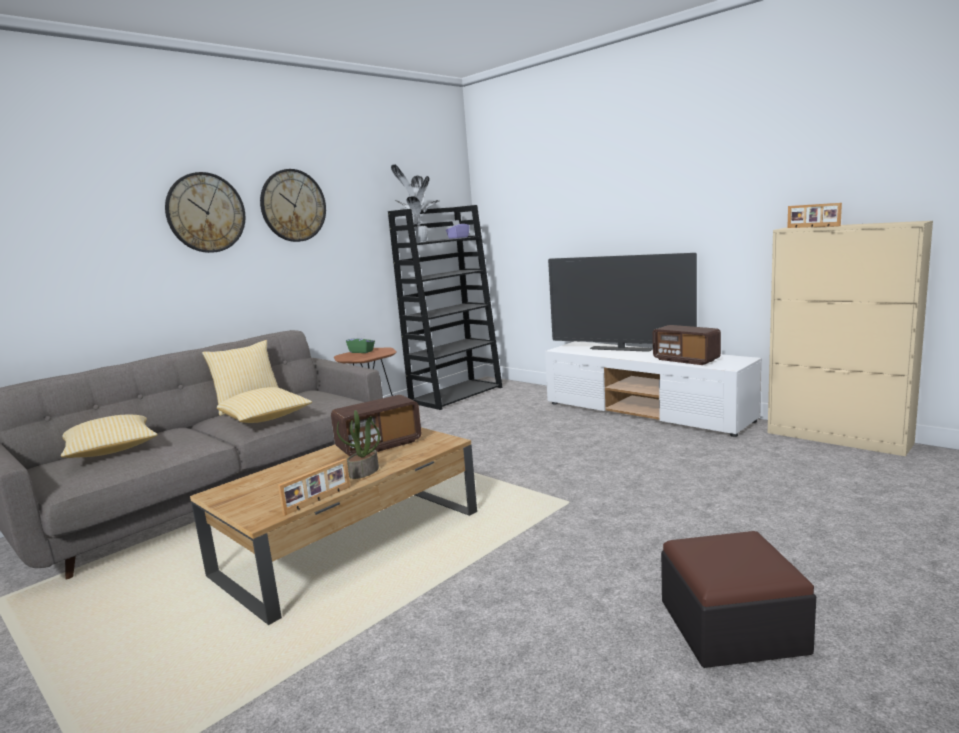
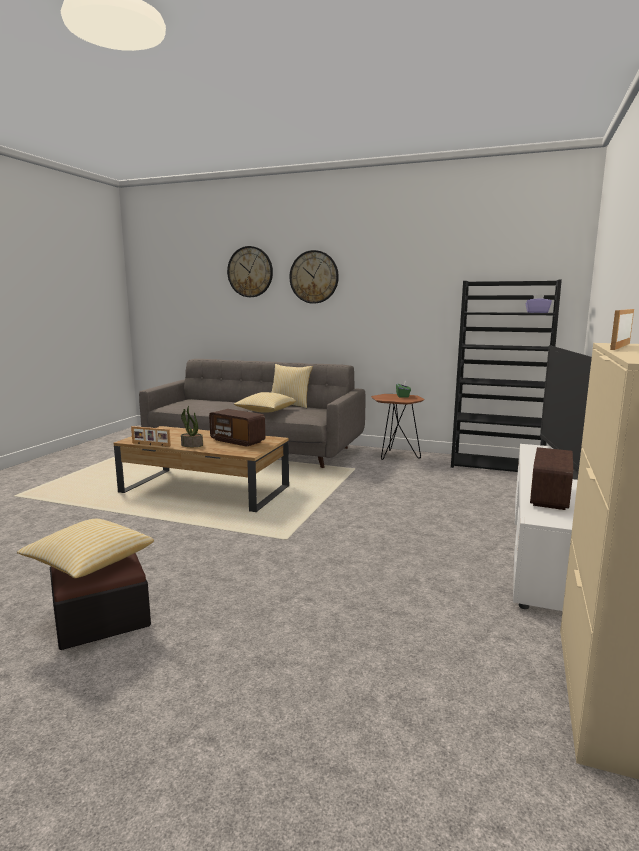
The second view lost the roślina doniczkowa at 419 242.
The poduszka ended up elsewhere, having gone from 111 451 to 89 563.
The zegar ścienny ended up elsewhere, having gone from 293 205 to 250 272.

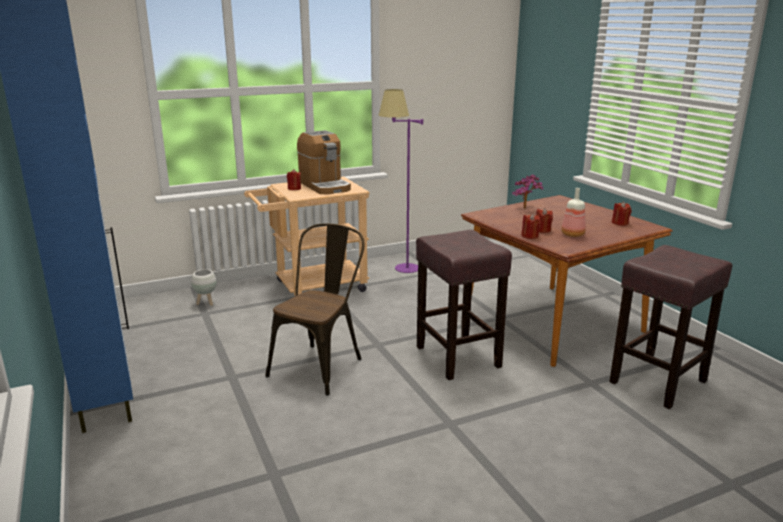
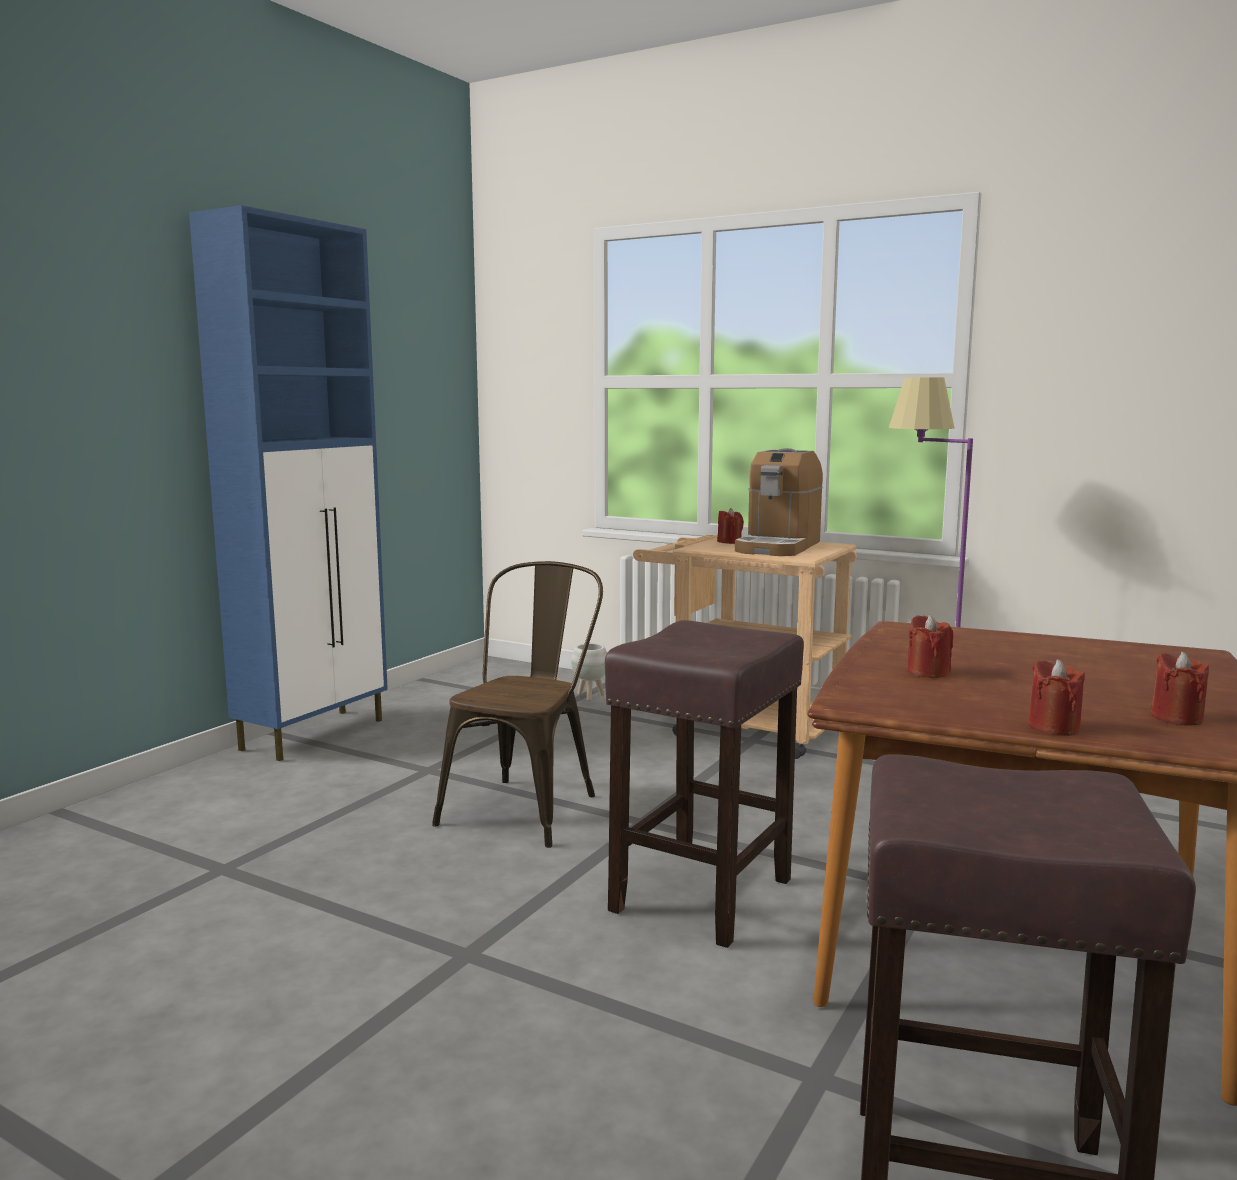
The second view lost the roślina doniczkowa at 526 209.
The second view lost the butelka at 573 235.
The świeca/czerwony ended up elsewhere, having gone from 530 236 to 1053 728.
The krzesło/brązowy at 321 364 ended up facing another way, 60 degrees counterclockwise from before.

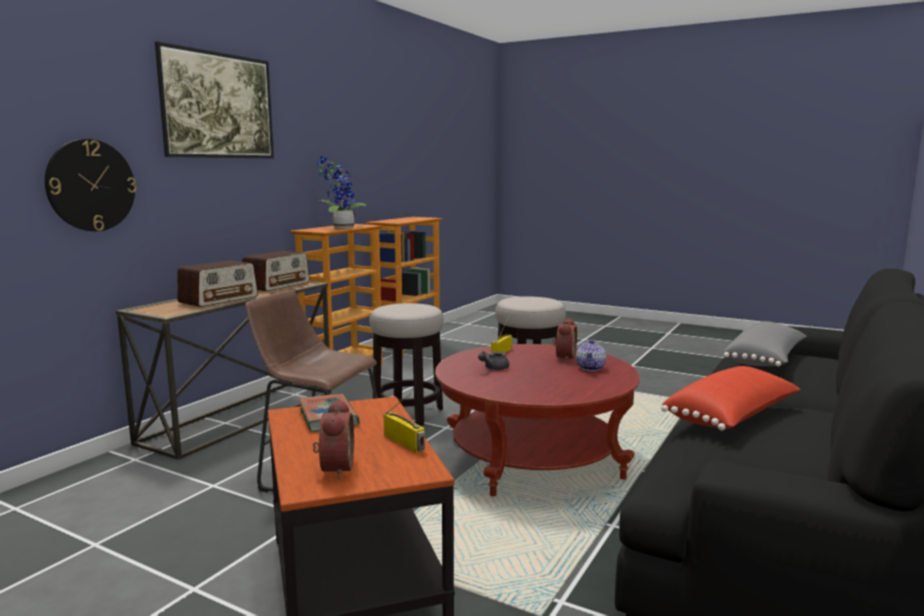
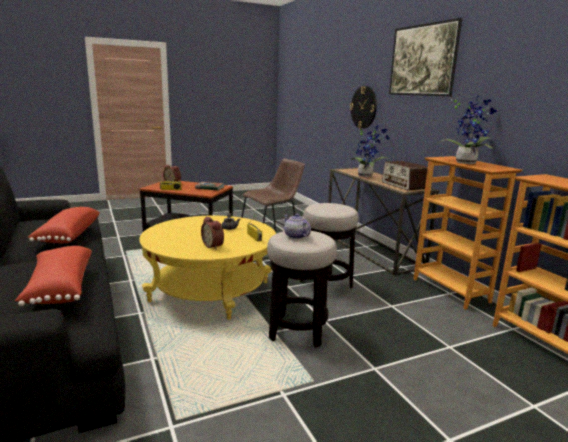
The imbryk ended up elsewhere, having gone from 590 368 to 296 236.
Where the radio stood at 219 299, the roślina doniczkowa came to stand at 366 175.
What was the ława/czerwony at 533 458 turned into the ława/żółty at 210 291.
What was the poduszka/szary at 766 360 turned into the poduszka/czerwony at 59 288.

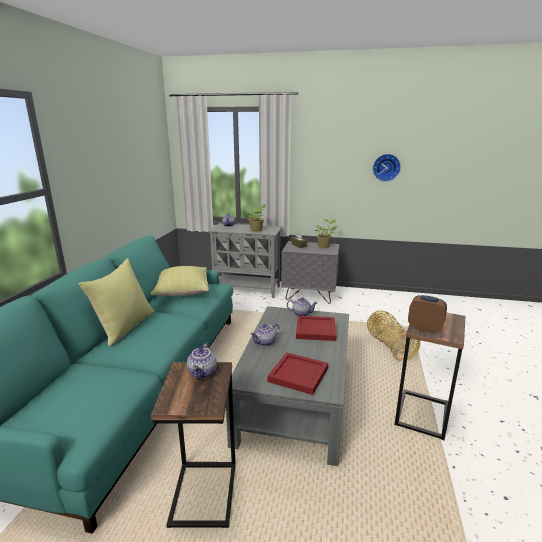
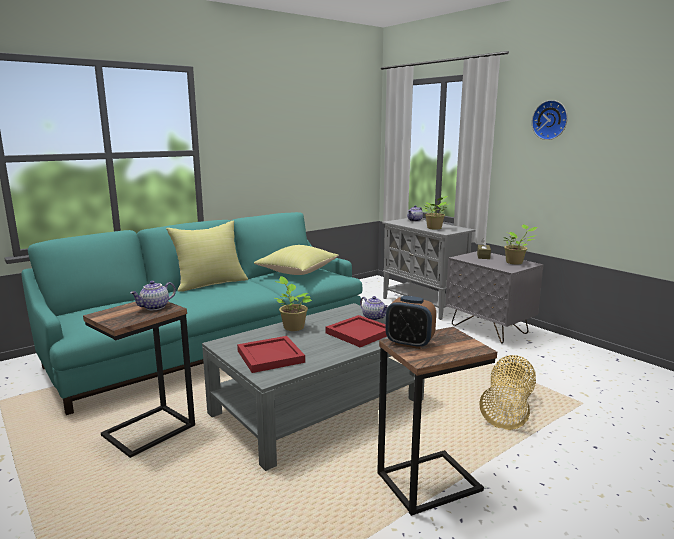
The zegar ścienny ended up elsewhere, having gone from 386 167 to 550 120.
Where the imbryk stood at 265 342, the roślina doniczkowa came to stand at 292 327.
The budzik at 425 328 ended up facing another way, 135 degrees clockwise from before.

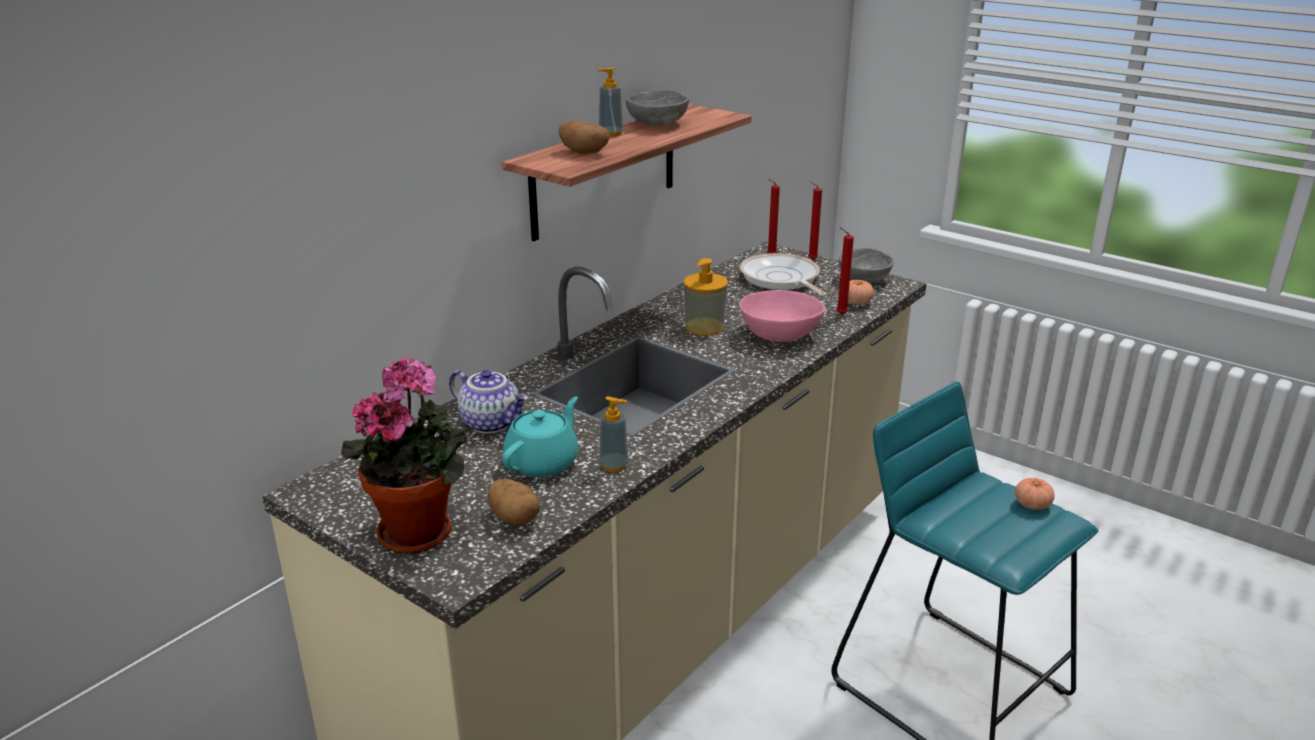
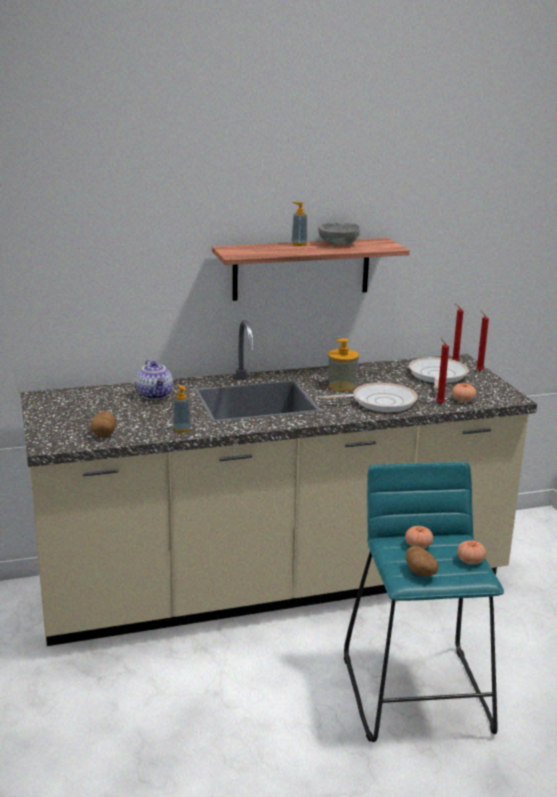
The second view lost the roślina doniczkowa at 420 530.
The second view lost the imbryk/turkusowy at 543 462.
The second view lost the miska/szary at 864 279.
The second view gained the pomidor at 418 546.
The ziemniak ended up elsewhere, having gone from 585 152 to 421 573.
Where the miska/różowy stood at 779 334, the patelnia came to stand at 380 402.

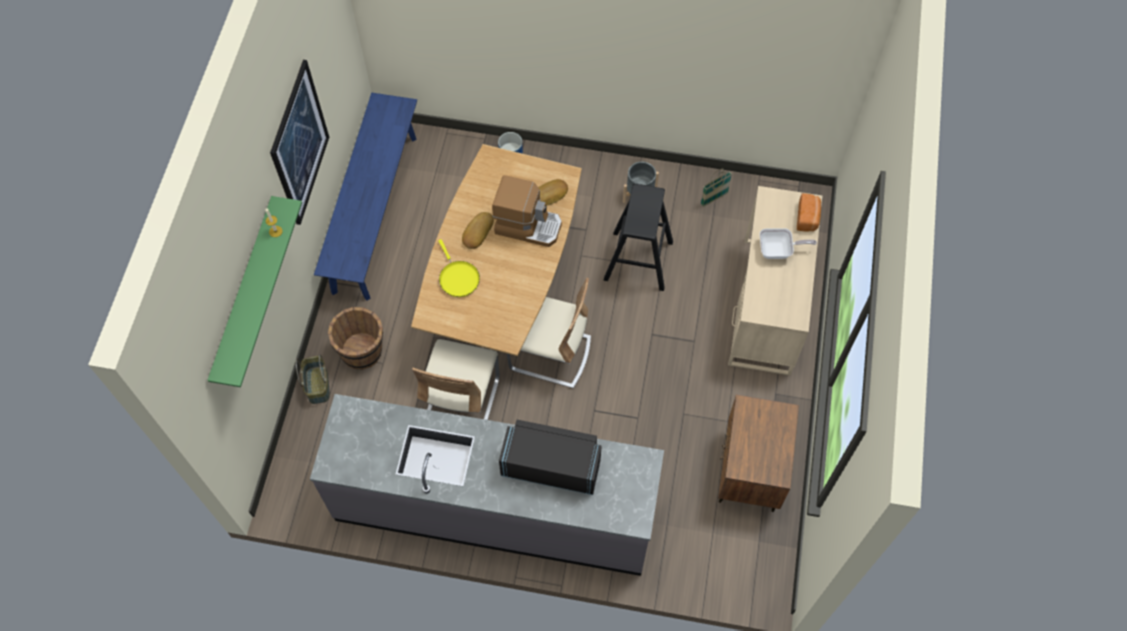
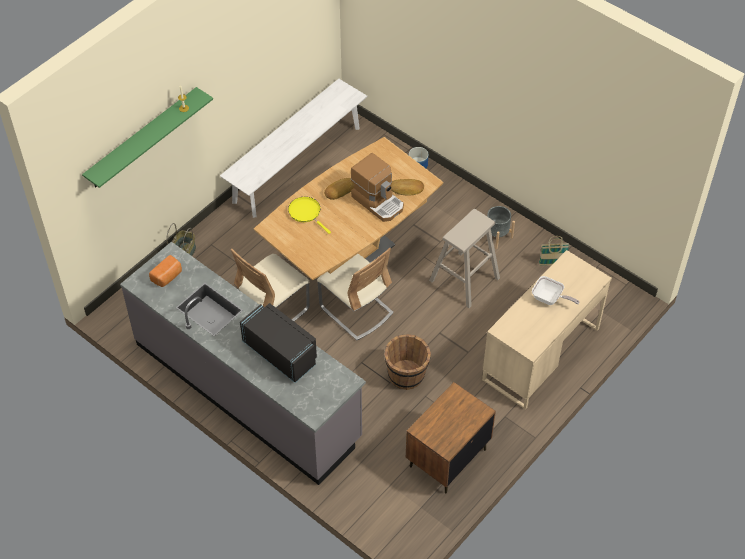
The second view lost the obraz at 299 144.
The wiadro/brązowy ended up elsewhere, having gone from 362 351 to 406 375.
The chleb ended up elsewhere, having gone from 808 218 to 167 277.
What was the ławka/niebieski at 375 213 turned into the ławka/biały at 297 164.
What was the stołek/czarny at 638 261 turned into the stołek/beżowy at 464 279.
The patelnia/żółty at 458 278 ended up facing another way, 135 degrees clockwise from before.

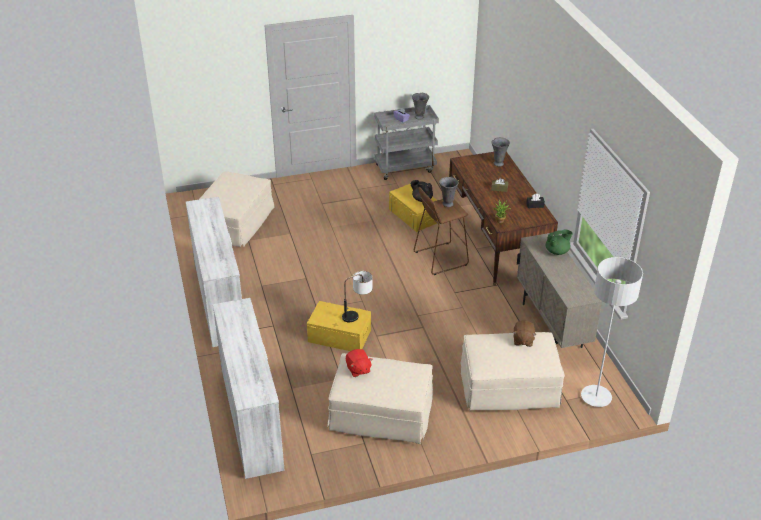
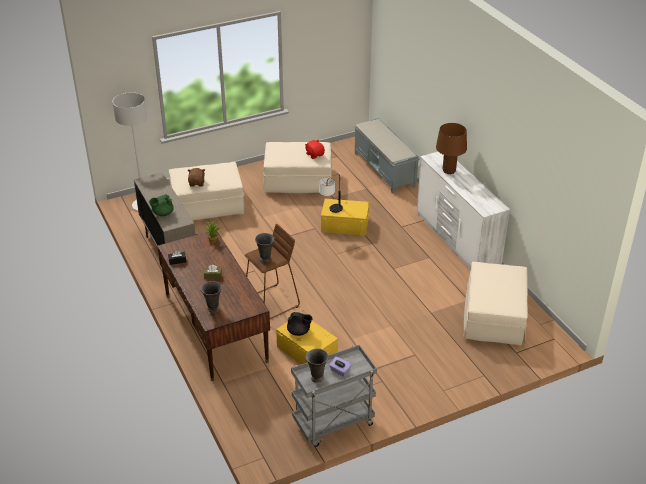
The second view gained the lampa stołowa/brązowy at 449 171.
Where the komoda/biały stood at 252 418, the ławka/szary came to stand at 385 170.

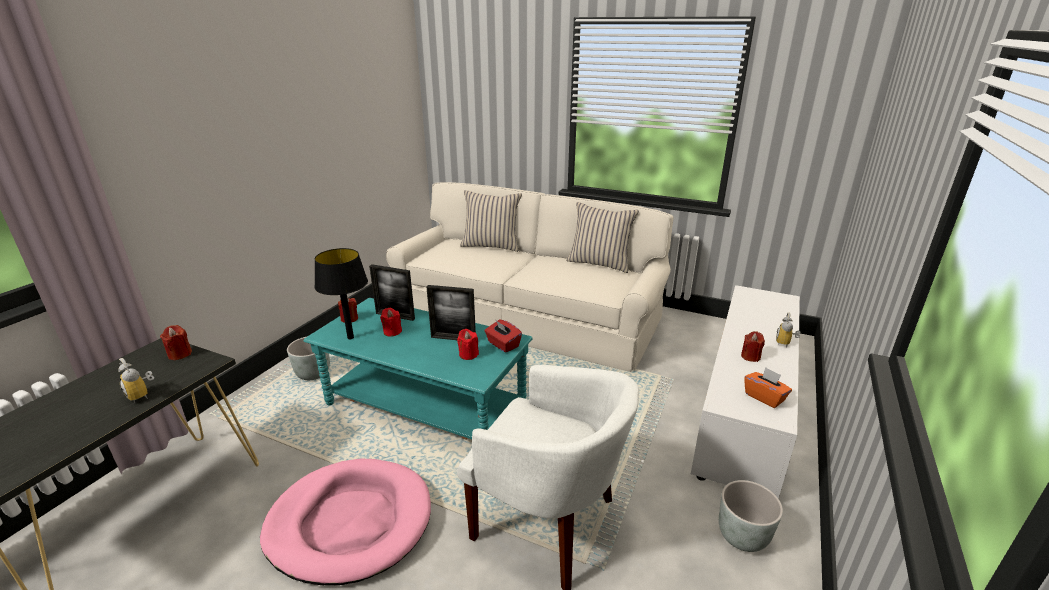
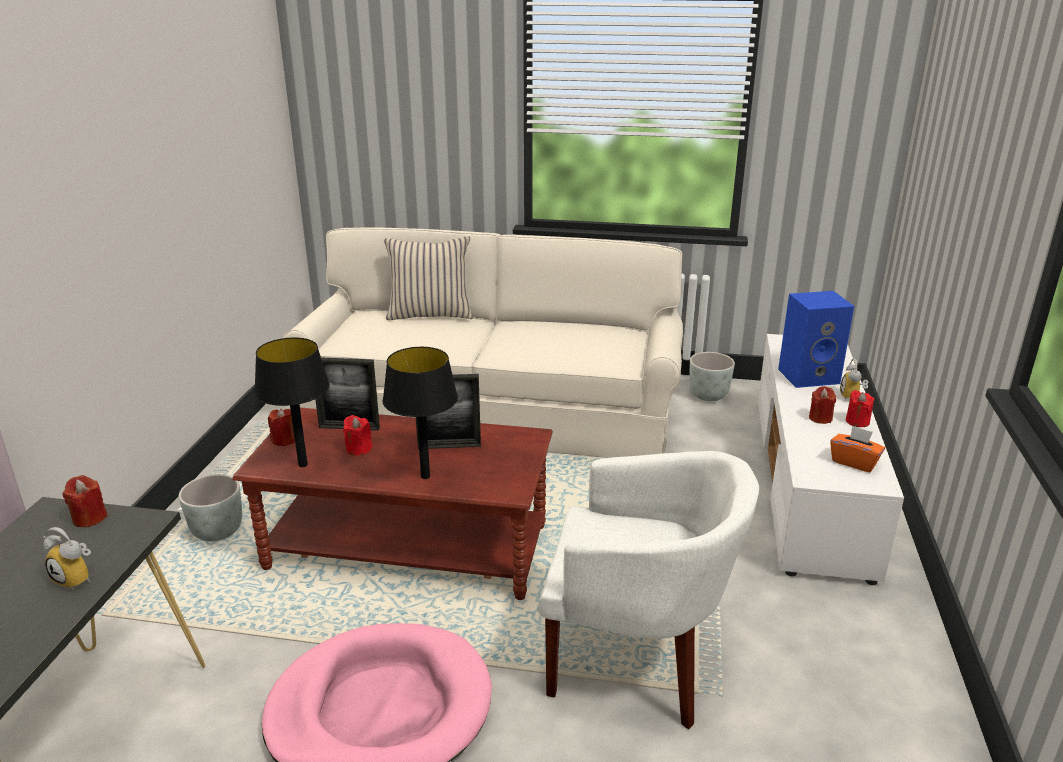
The second view lost the pudełko chusteczek/czerwony at 503 344.
The second view lost the poduszka/beżowy at 599 263.
The second view gained the lampa stołowa/czarny at 425 476.
The second view gained the głośnik/niebieski at 809 376.
The świeca/czerwony ended up elsewhere, having gone from 468 354 to 857 421.
The donica/szary ended up elsewhere, having gone from 742 536 to 708 395.
What was the ława/turkusowy at 426 405 turned into the ława/brązowy at 408 547.

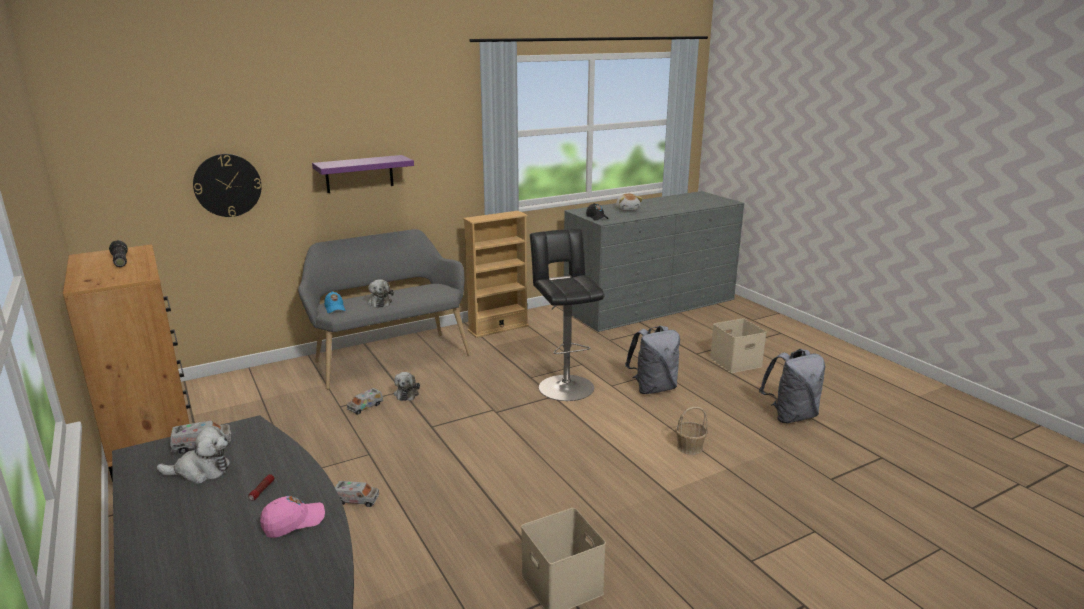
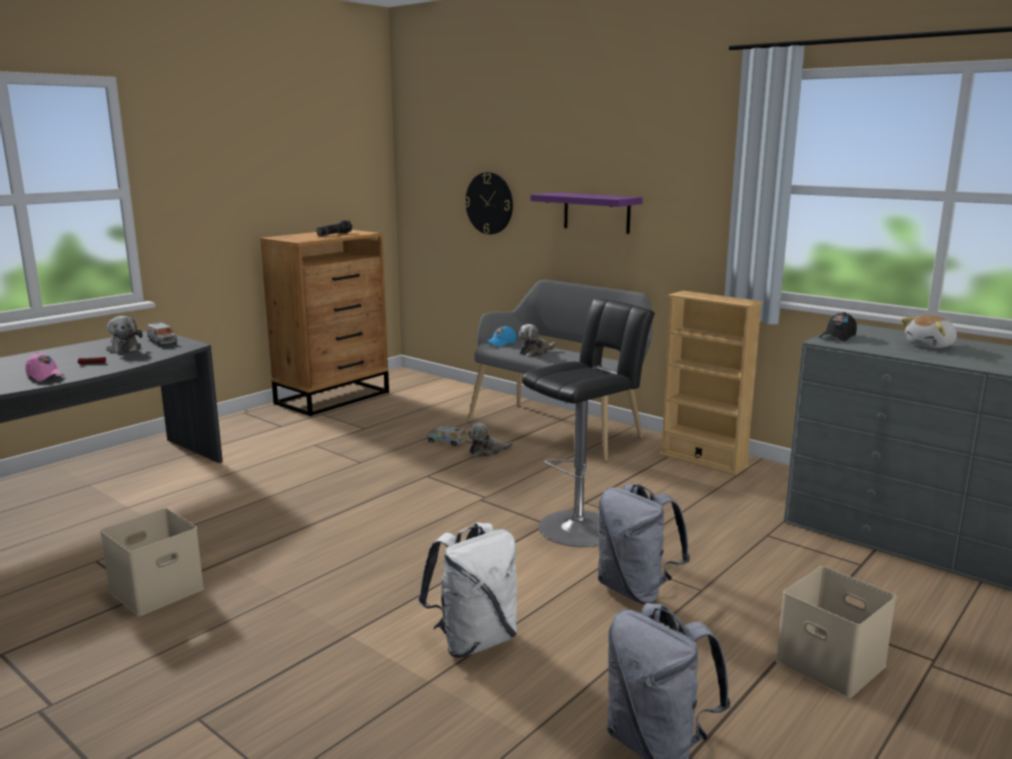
The second view lost the ciężarówka zabawkowa at 356 500.
Where the koszyk stood at 689 447, the plecak/biały came to stand at 474 641.

